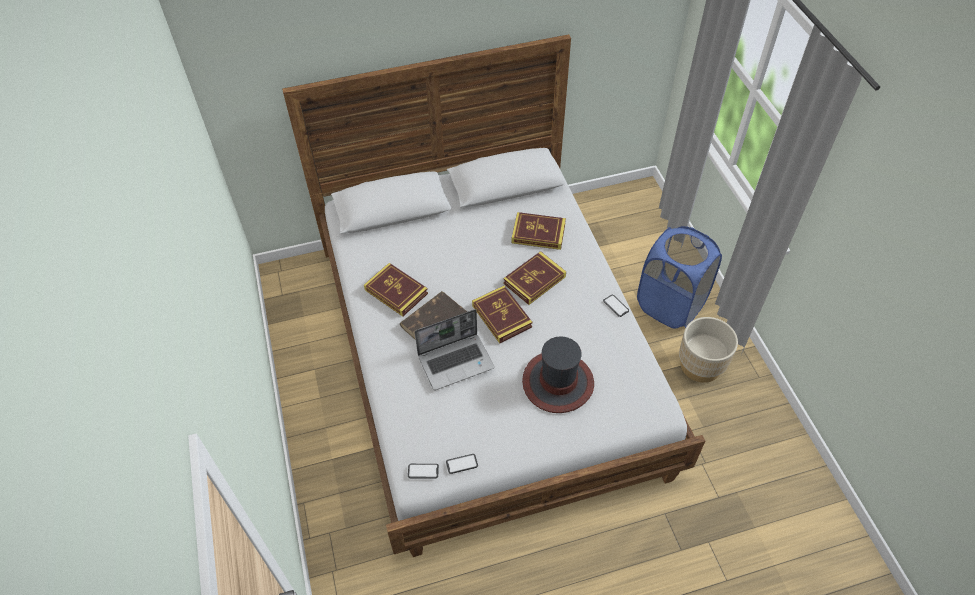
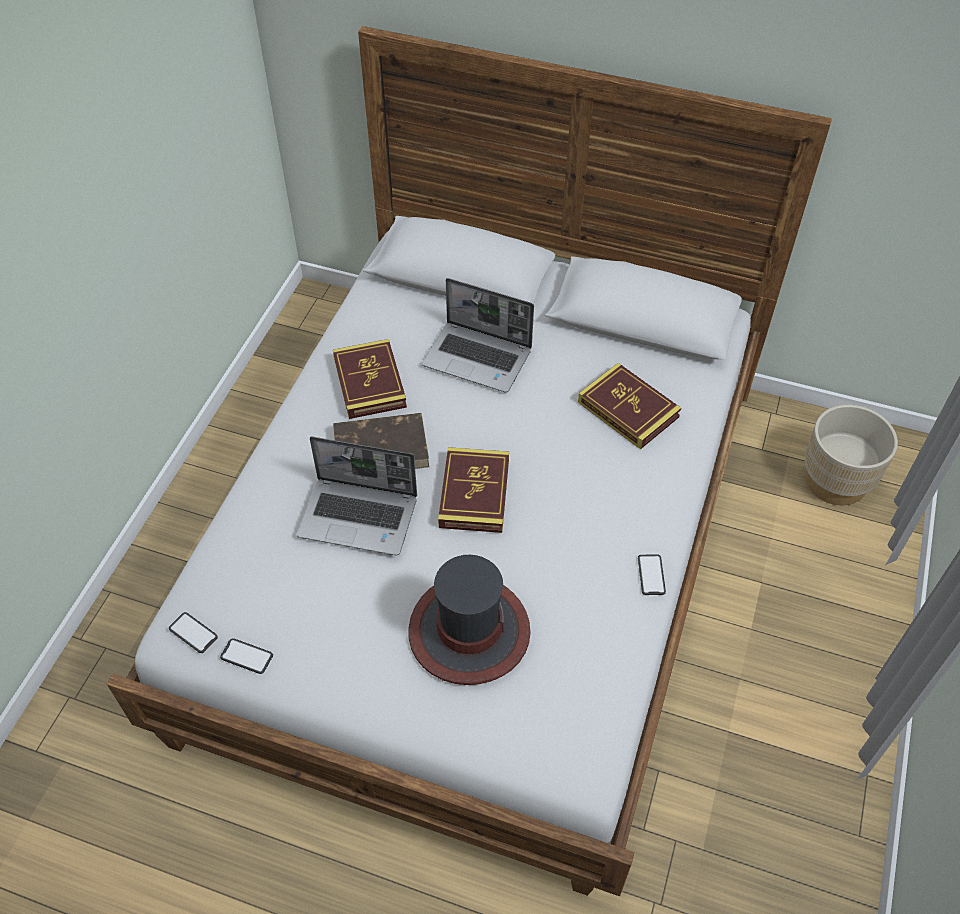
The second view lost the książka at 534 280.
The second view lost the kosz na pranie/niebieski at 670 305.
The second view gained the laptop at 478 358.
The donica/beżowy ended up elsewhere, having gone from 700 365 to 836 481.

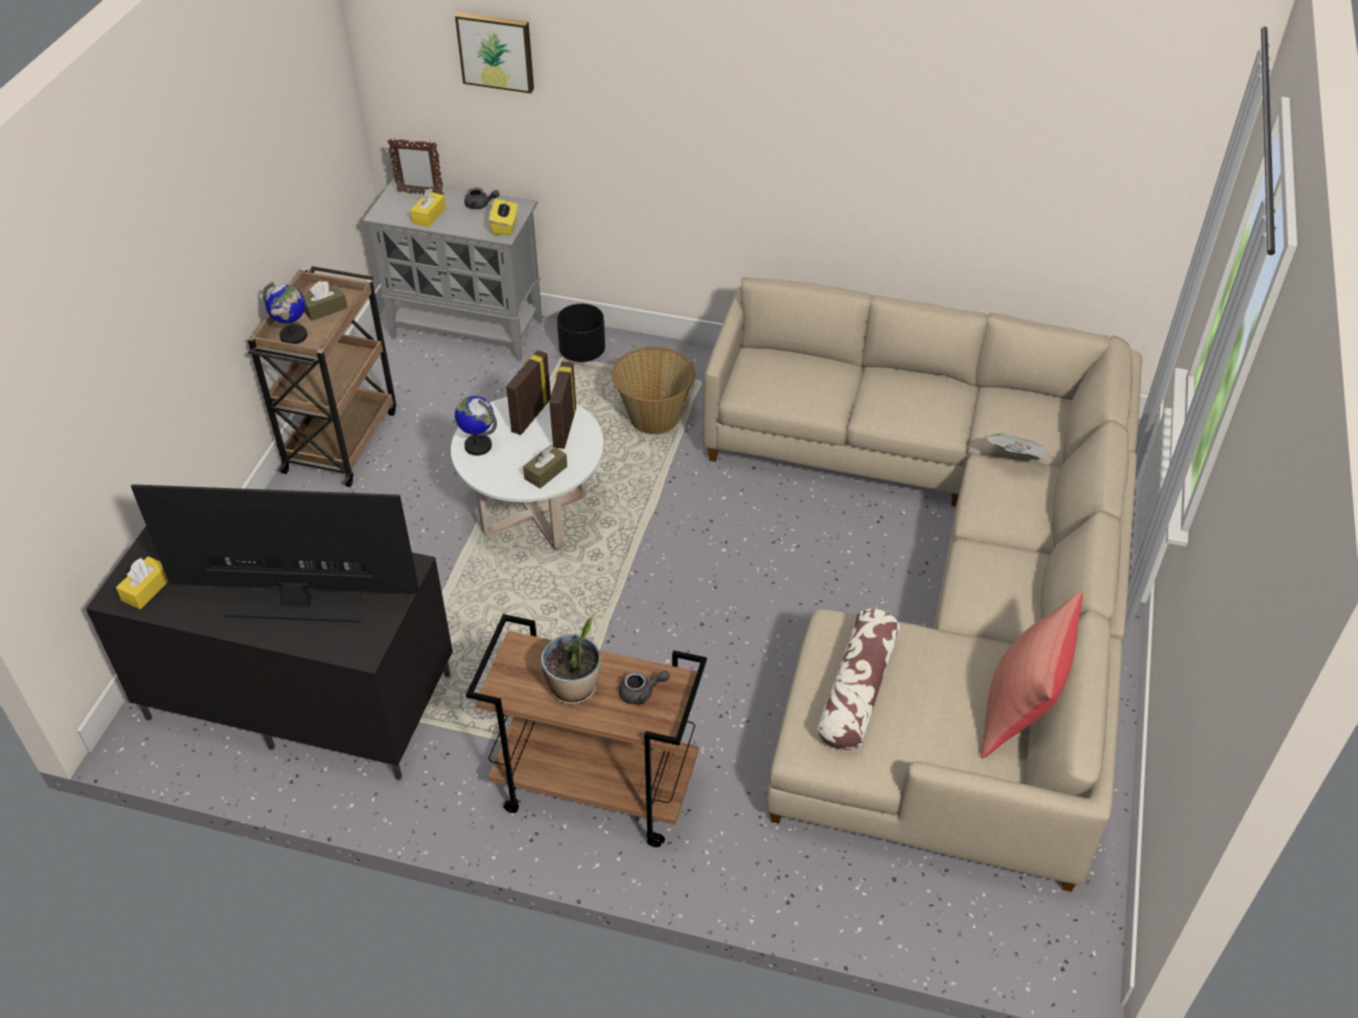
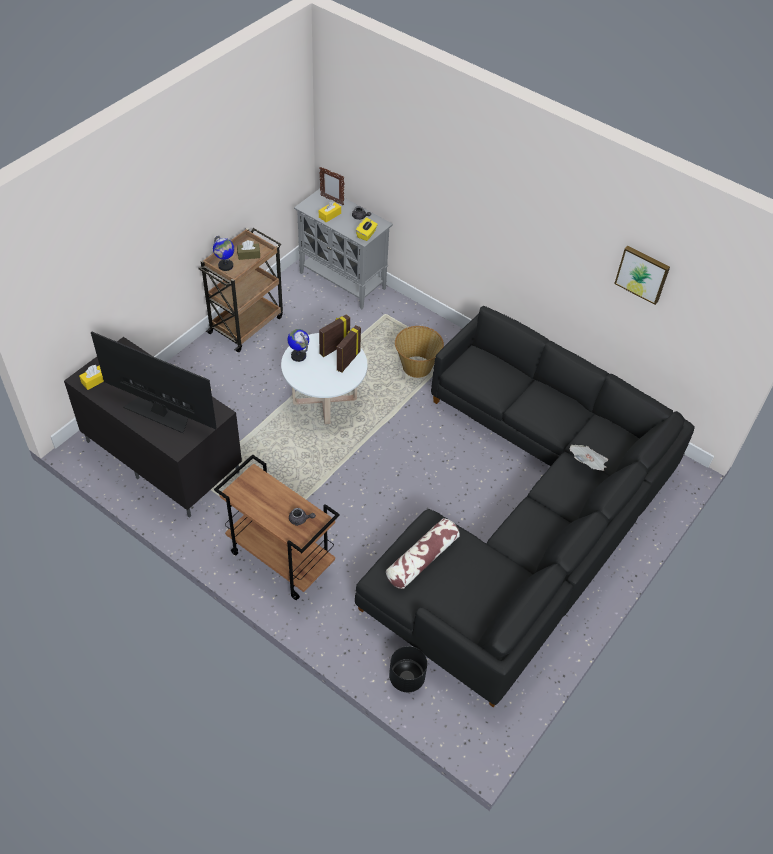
The second view lost the pudełko chusteczek/brązowy at 546 473.
The second view lost the roślina doniczkowa at 574 688.
The second view lost the poduszka/czerwony at 1020 710.
The obraz ended up elsewhere, having gone from 496 51 to 642 274.
The donica/czarny ended up elsewhere, having gone from 582 352 to 407 677.
What was the kanapa/beżowy at 942 580 turned into the kanapa/czarny at 523 516.

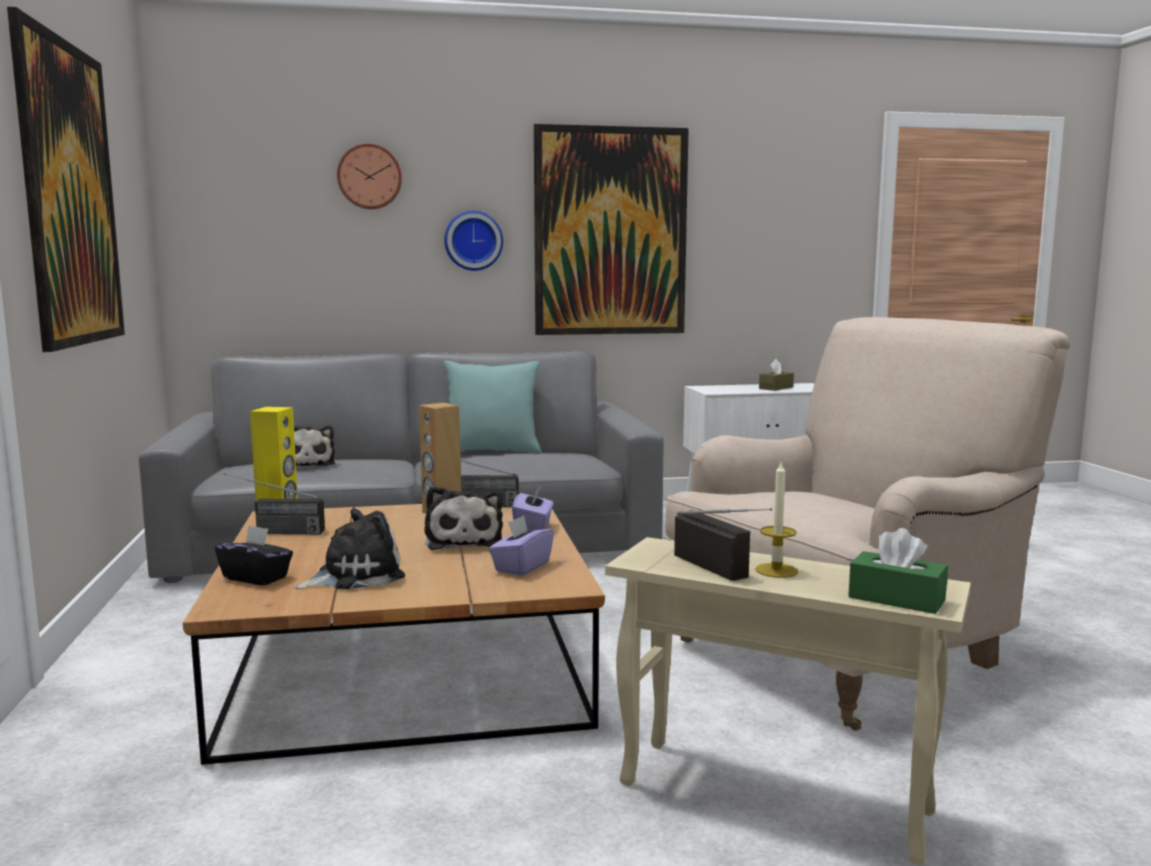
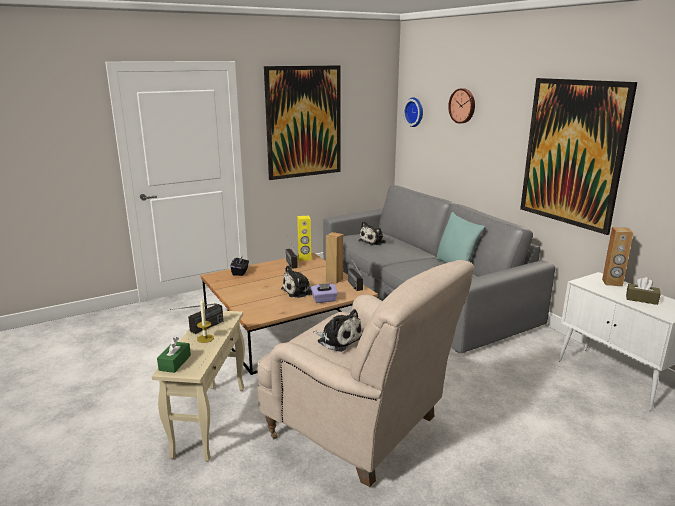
The second view lost the pudełko chusteczek/fioletowy at 521 567.
The second view gained the głośnik/brązowy at 612 283.
The pluszak ended up elsewhere, having gone from 355 575 to 338 339.
The zegar ścienny ended up elsewhere, having gone from 473 241 to 415 112.

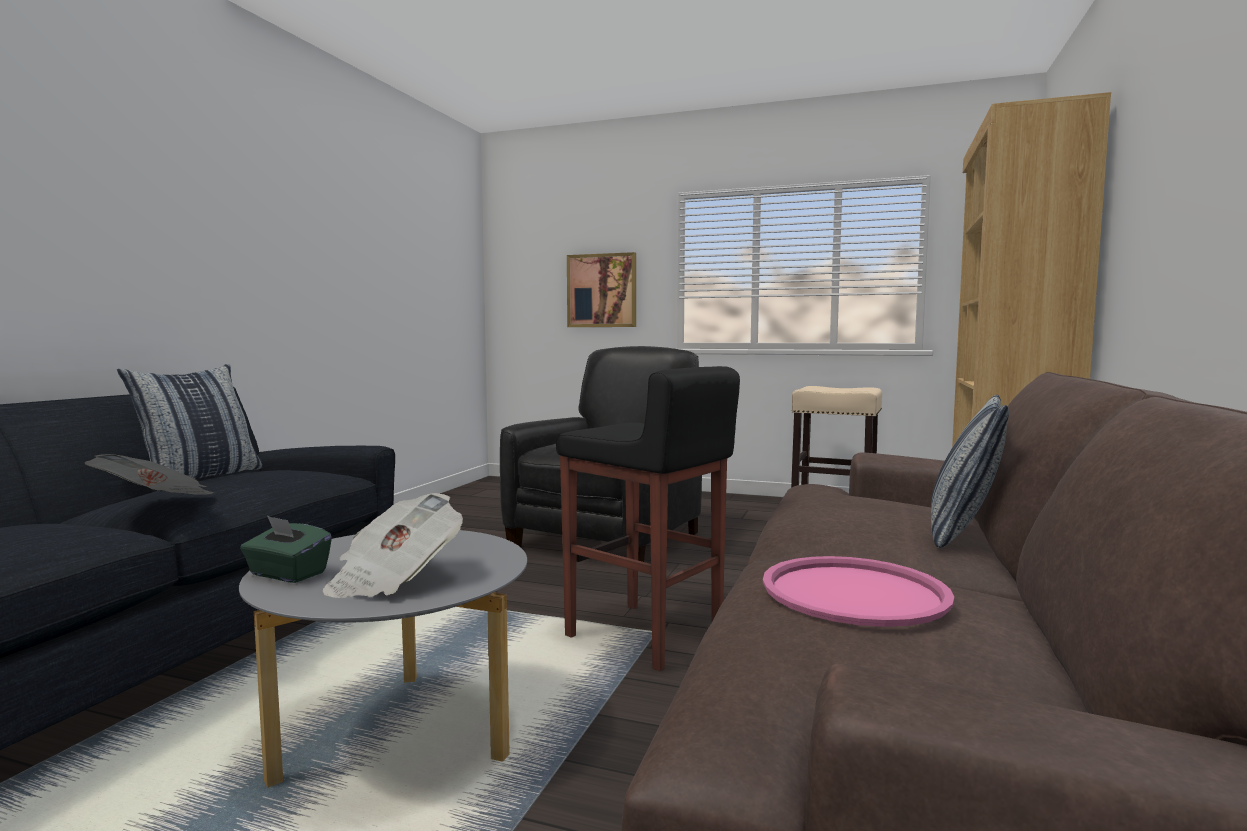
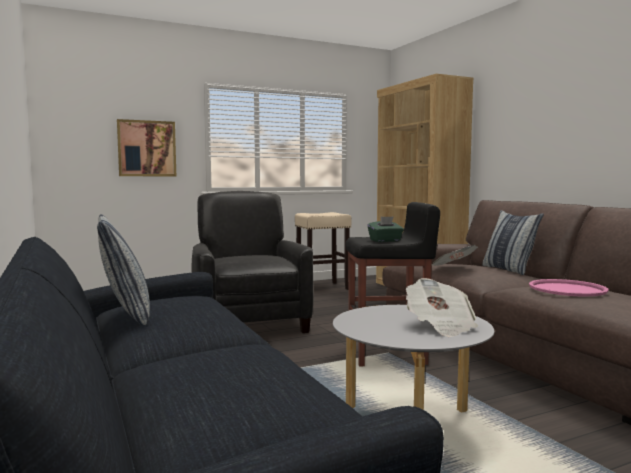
The gazeta ended up elsewhere, having gone from 157 505 to 453 268.
The pudełko chusteczek/zielony ended up elsewhere, having gone from 287 574 to 385 241.

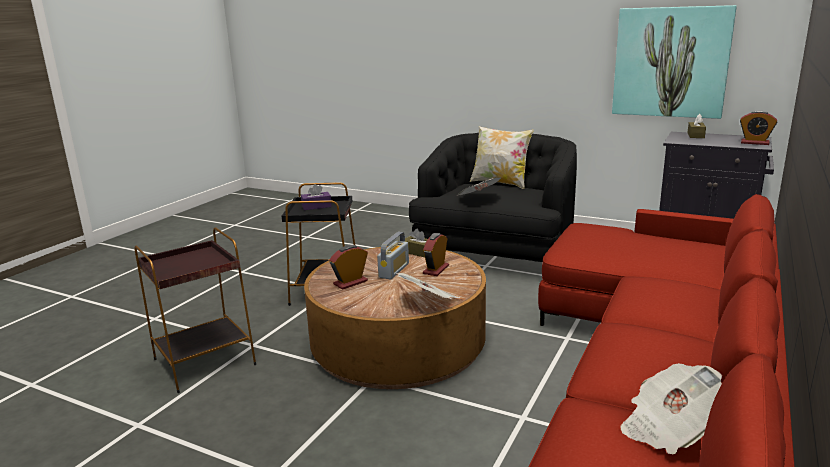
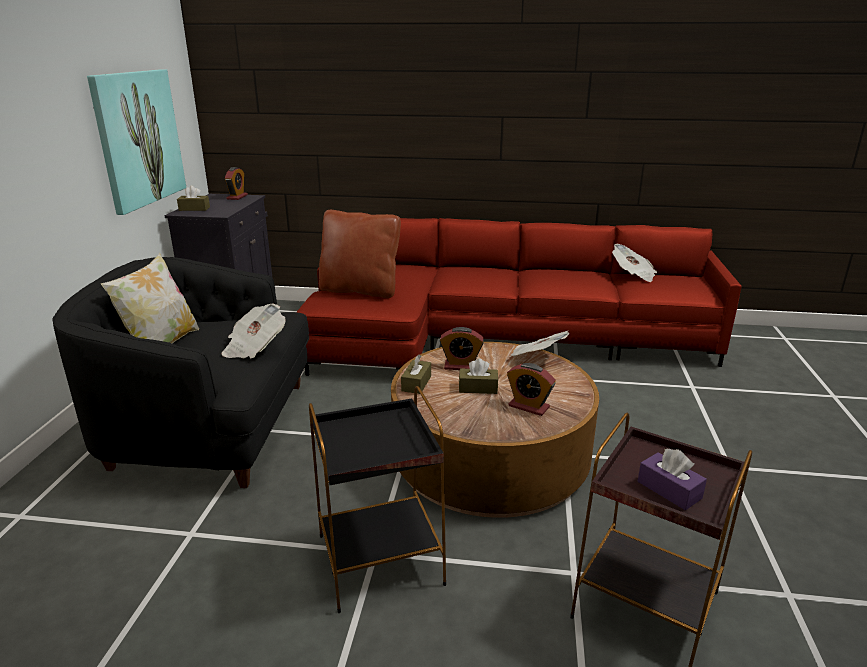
The second view gained the poduszka/brązowy at 360 290.
The pudełko chusteczek/fioletowy ended up elsewhere, having gone from 316 206 to 669 490.
Where the radio stood at 394 270, the pudełko chusteczek/brązowy came to stand at 478 388.

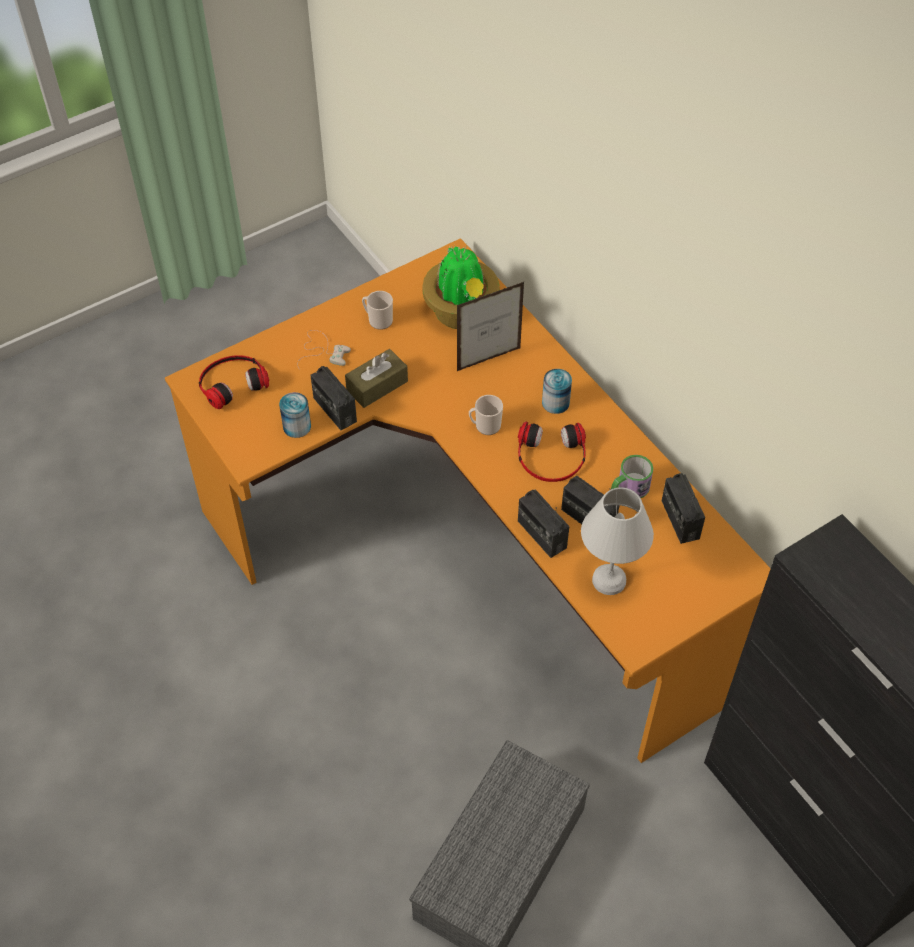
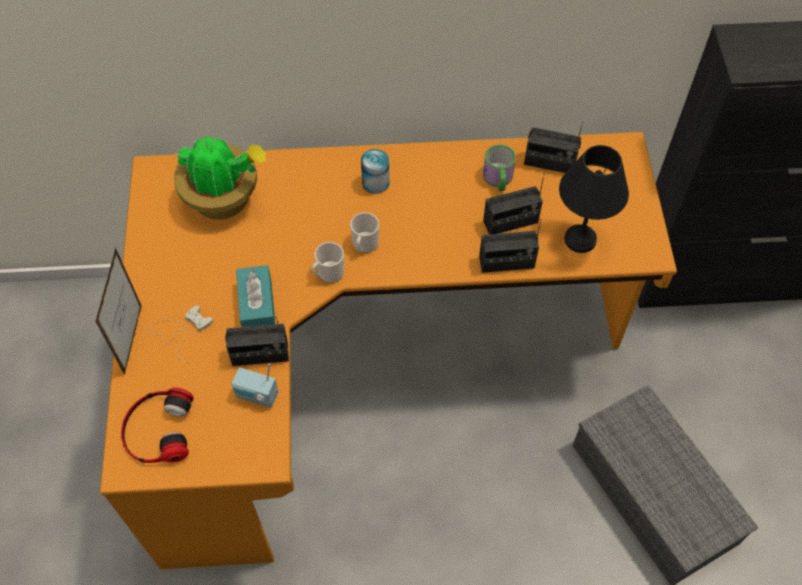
The second view lost the słuchawki at 551 457.
The kubek ended up elsewhere, having gone from 378 320 to 328 274.
The ramka na zdjęcie ended up elsewhere, having gone from 489 359 to 133 339.
Where the puszka stood at 297 426, the radio came to stand at 257 396.
What was the pudełko chusteczek/brązowy at 377 386 turned into the pudełko chusteczek/turkusowy at 257 306.
What was the lampa stołowa/biały at 608 579 turned into the lampa stołowa/czarny at 578 239.

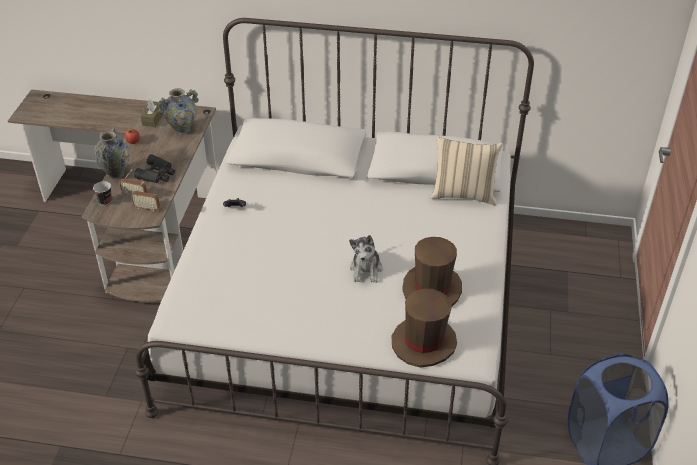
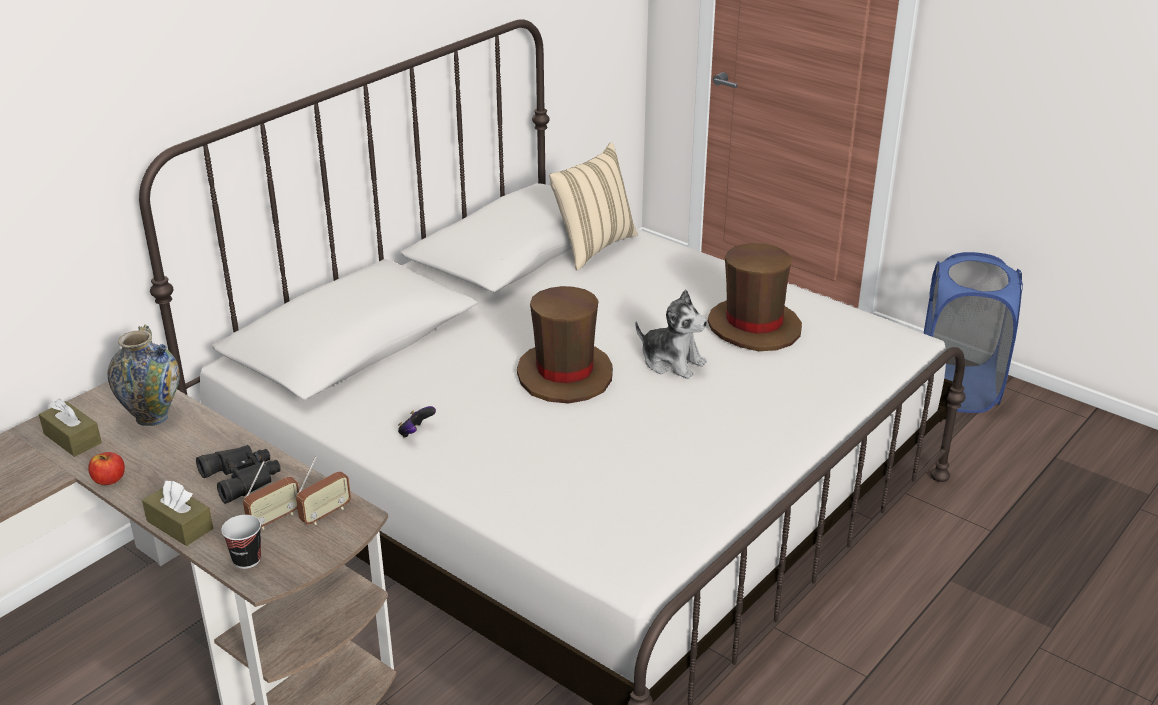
The kapelusz/brązowy ended up elsewhere, having gone from 424 342 to 565 375.
Where the wazon stood at 116 174, the pudełko chusteczek/brązowy came to stand at 180 525.

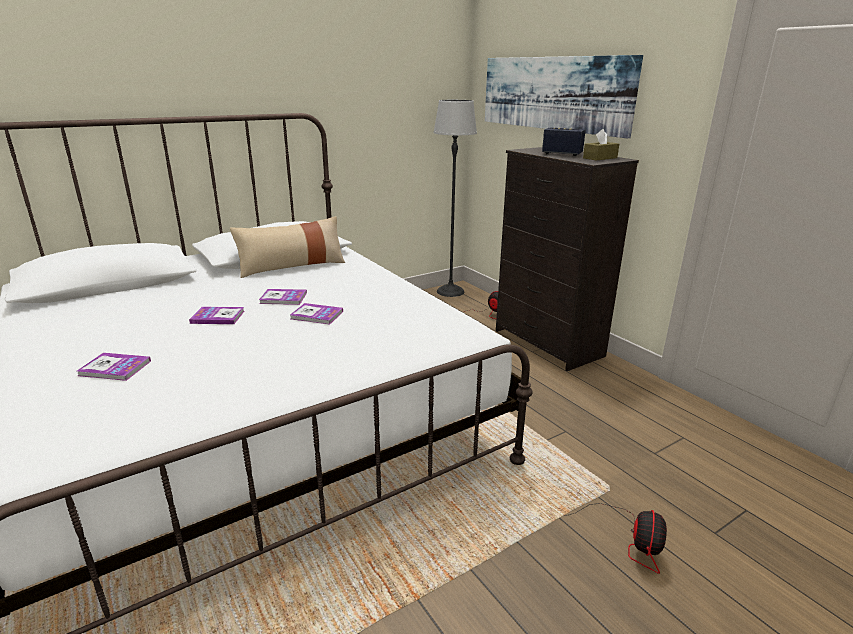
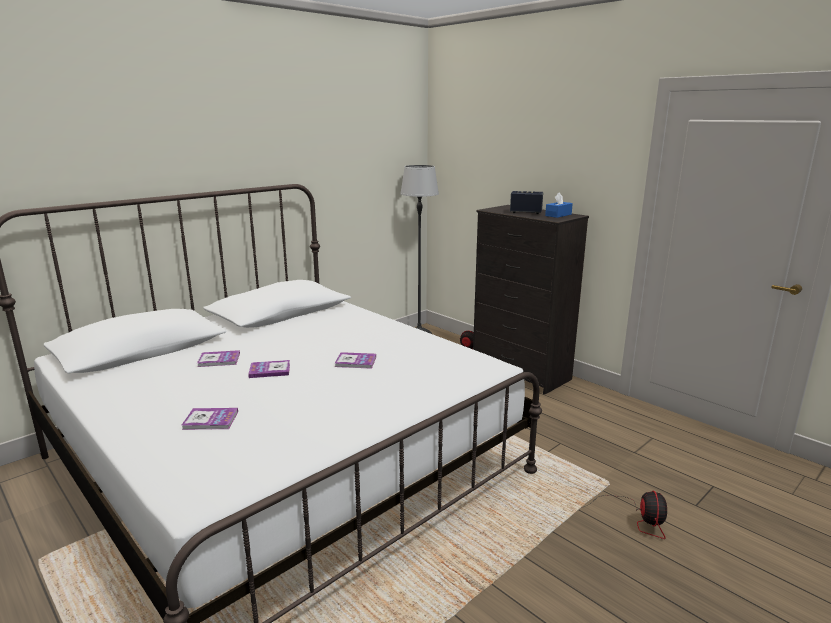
The second view lost the poduszka/beżowy at 292 266.
The second view lost the obraz at 552 93.
The książka ended up elsewhere, having gone from 283 298 to 219 360.
What was the pudełko chusteczek/brązowy at 600 158 turned into the pudełko chusteczek/niebieski at 558 215.

